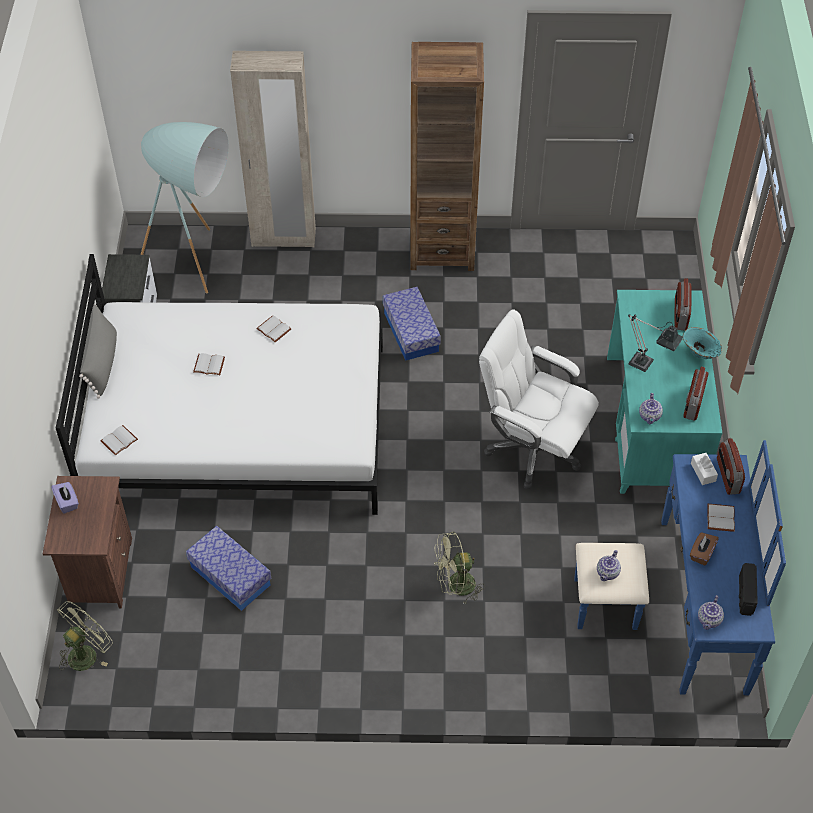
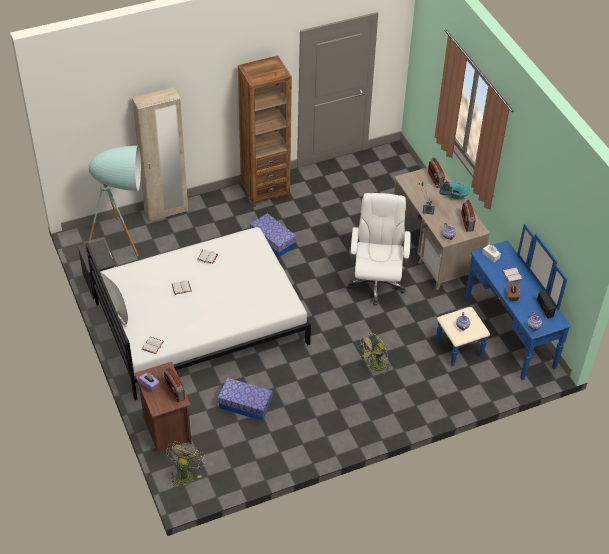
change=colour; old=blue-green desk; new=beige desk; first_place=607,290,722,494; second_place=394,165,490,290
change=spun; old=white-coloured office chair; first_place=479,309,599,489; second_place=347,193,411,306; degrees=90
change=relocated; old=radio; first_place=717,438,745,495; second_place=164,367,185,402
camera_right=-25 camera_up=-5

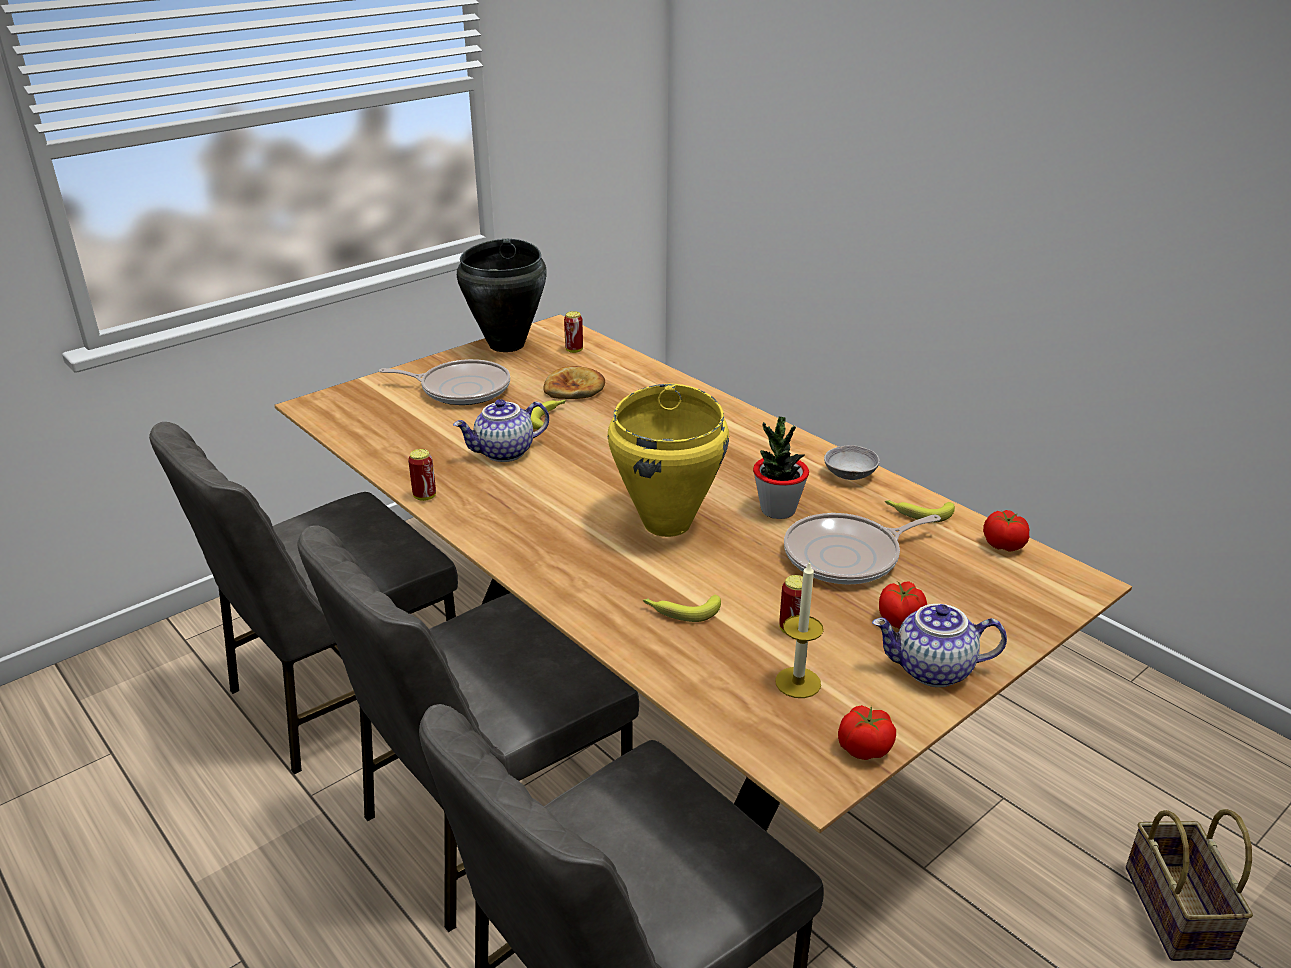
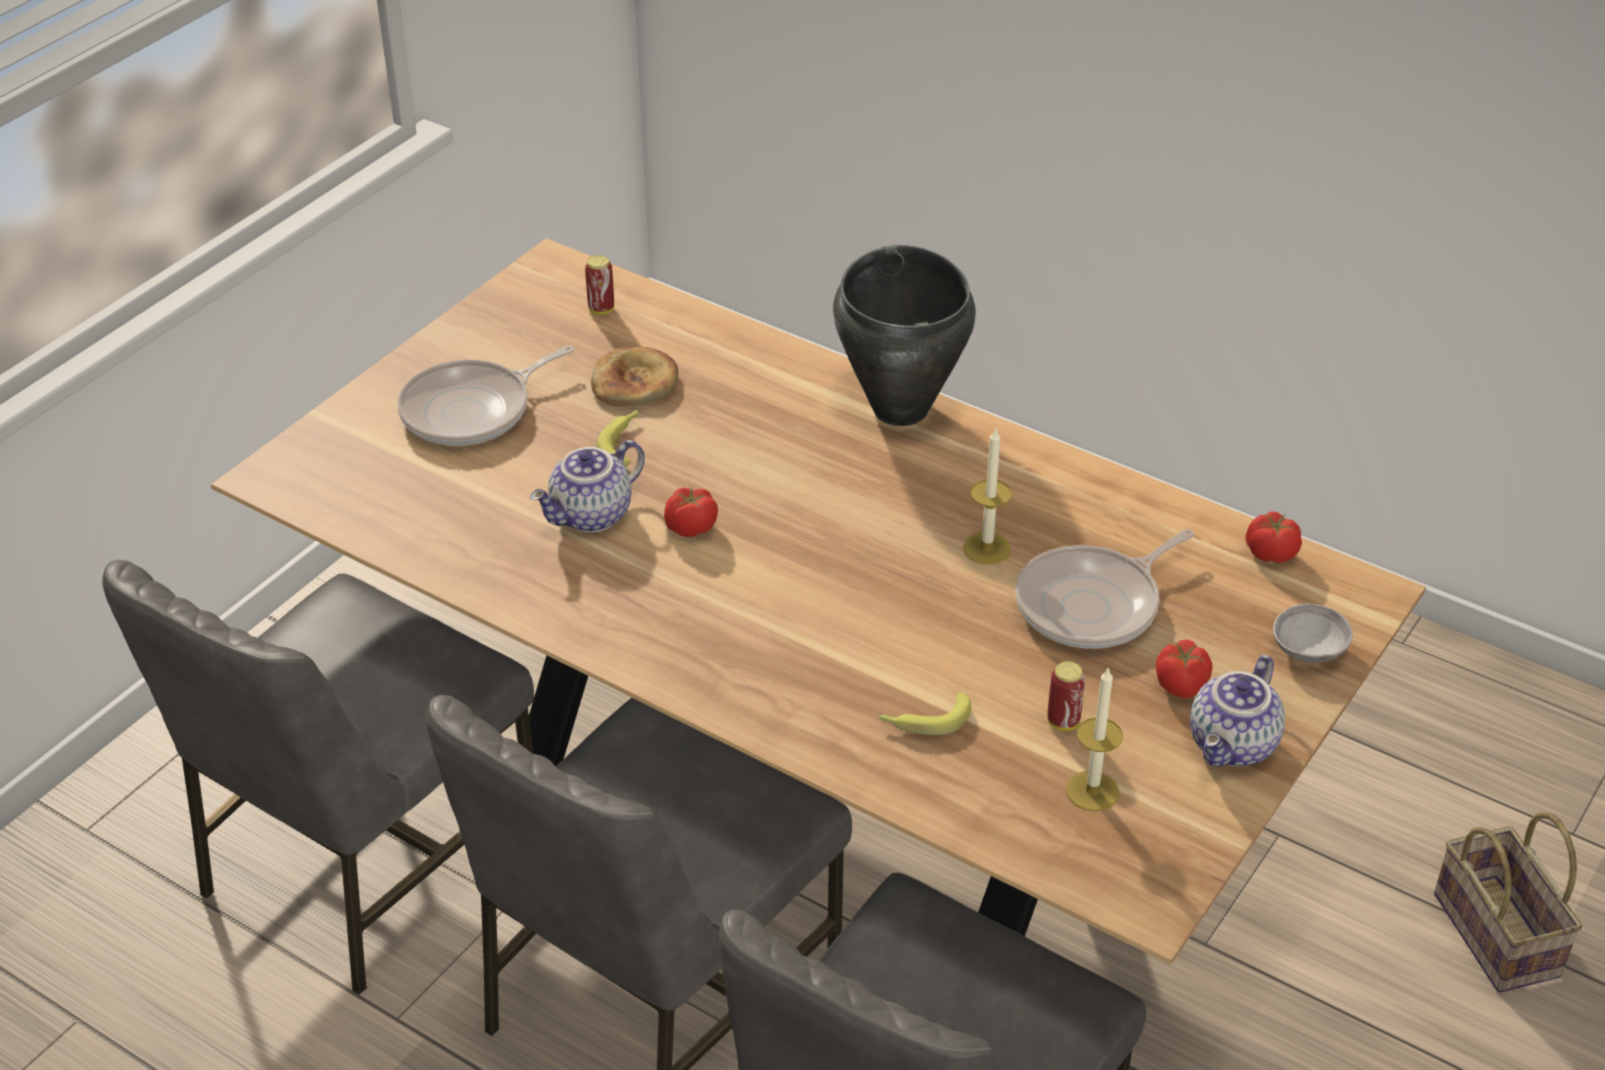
change=relocated; old=black-coloured saucepot; first_place=457,239,547,352; second_place=833,245,976,426
change=spun; old=skillet; first_place=379,359,510,405; second_place=397,346,574,446; degrees=150
change=missing; old=yellow-coloured saucepot; first_place=608,384,729,537
change=exchanged; old=houseplant; new=candle; first_place=753,416,809,519; second_place=963,429,1012,565
change=relocated; old=greyish bowl; first_place=824,445,880,480; second_place=1273,603,1353,663
change=missing; old=metal can; first_place=408,449,436,501
change=missing; old=whole banana; first_place=885,500,955,522
change=spun; old=tea pot; first_place=872,604,1007,687; second_place=1190,655,1285,767; degrees=-45
change=relocated; old=fresh tomato; first_place=838,705,896,760; second_place=664,487,718,537
camera_right=-15 camera_up=10

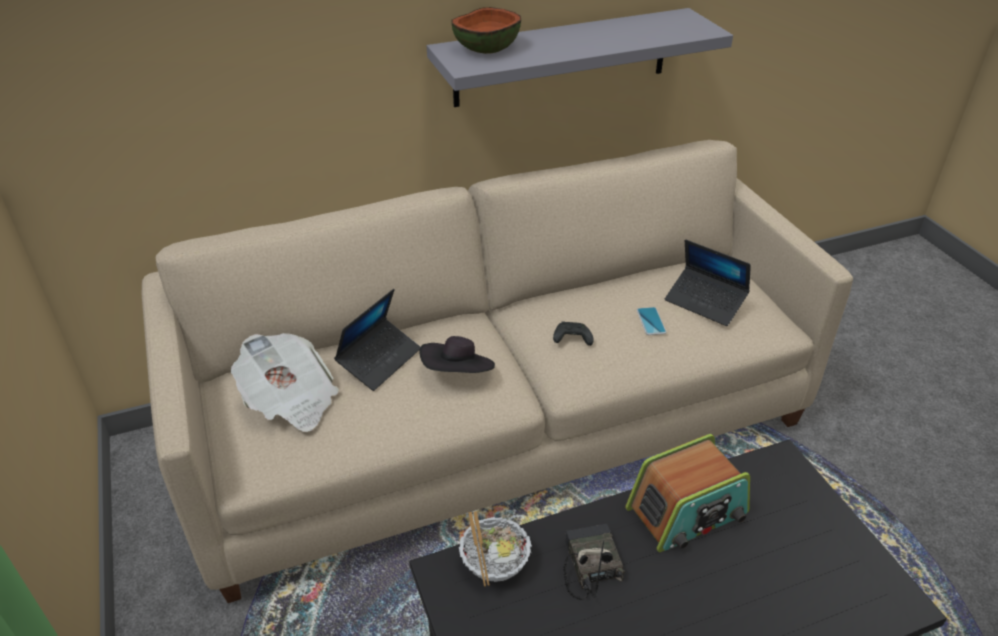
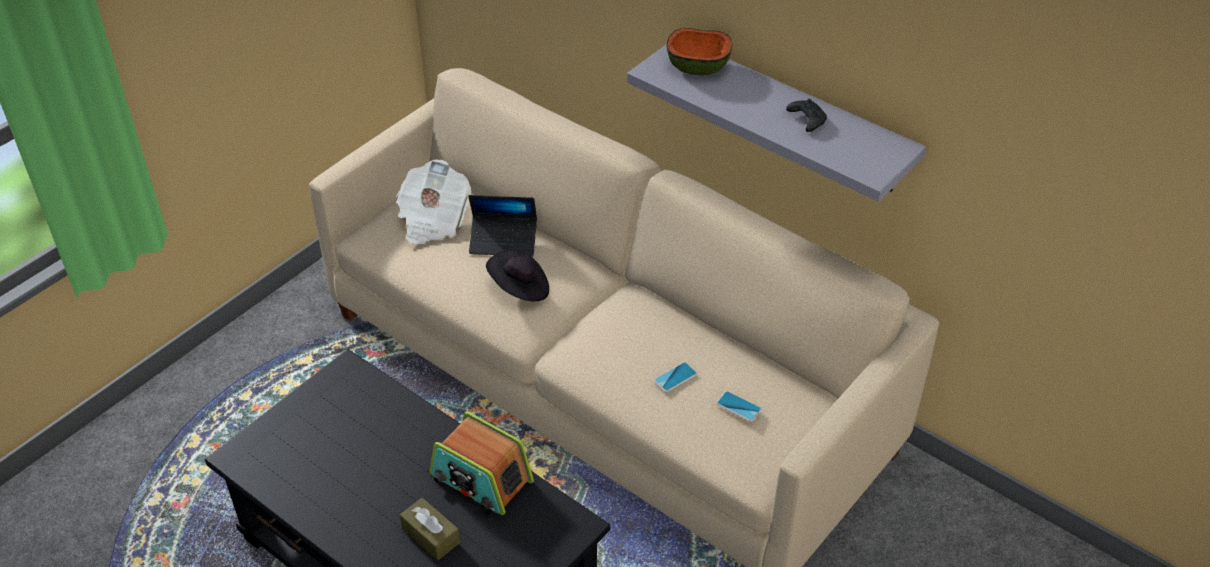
change=exchanged; old=laptop; new=handset; first_place=665,239,751,326; second_place=716,391,762,422
change=relocated; old=black-coloured joypad; first_place=553,321,594,346; second_place=786,99,827,132
change=missing; old=bowl; first_place=459,511,532,587
change=missing; old=radio; first_place=564,524,625,600
change=appeared; new=brownish box of tissues; second_place=400,498,460,560
camera_right=60 camera_up=5

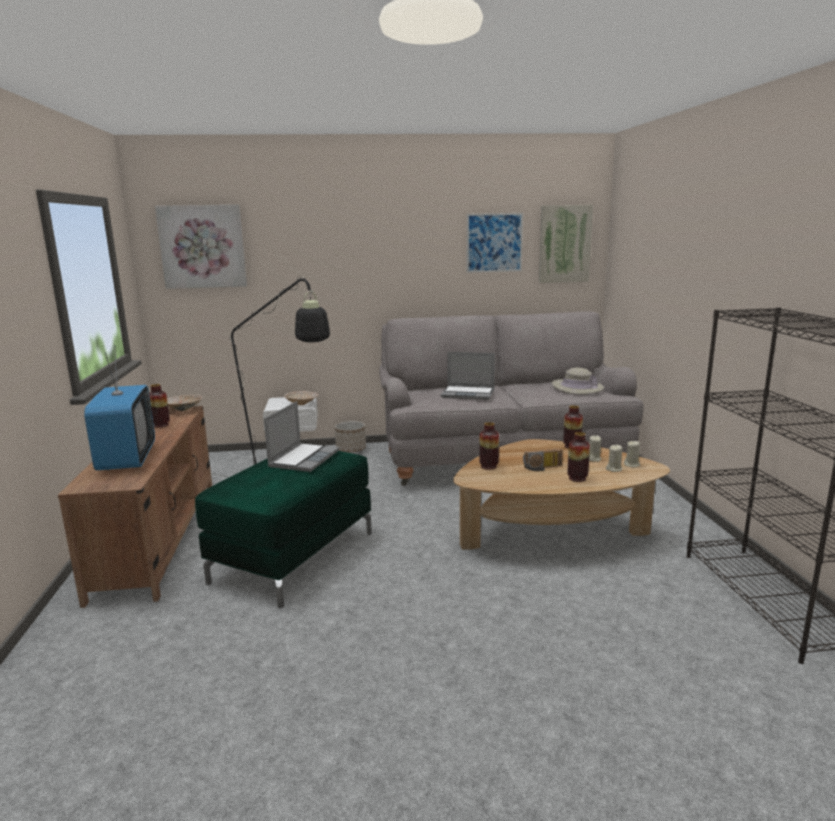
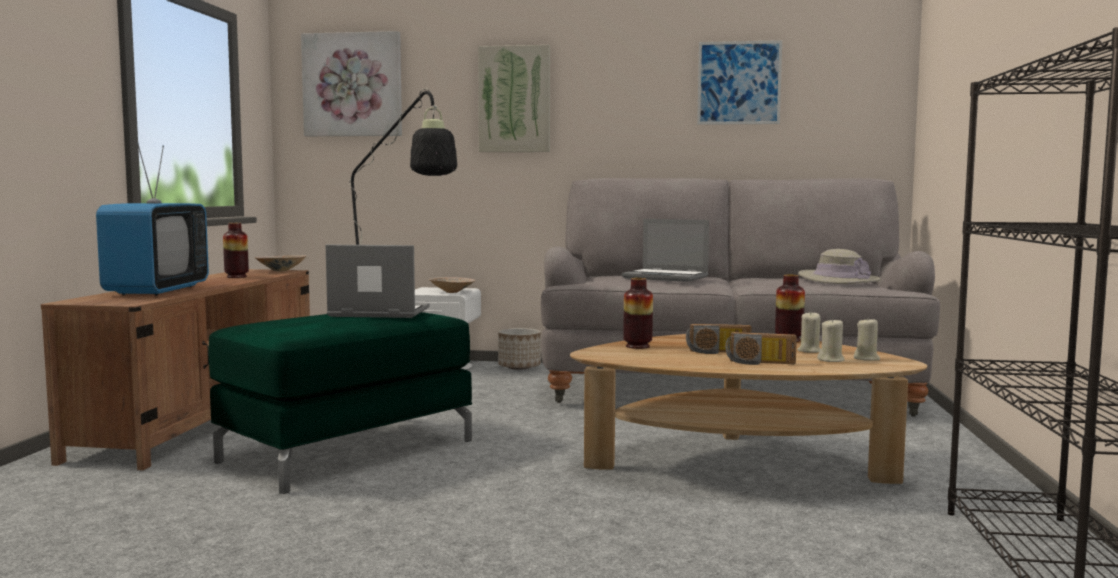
change=relocated; old=picture; first_place=539,205,593,283; second_place=478,45,550,152
change=spun; old=laptop; first_place=264,401,339,472; second_place=325,245,430,318; degrees=-120
change=exchanged; old=vase; new=radio; first_place=567,432,590,482; second_place=725,332,797,365
camera_right=15 camera_up=-10

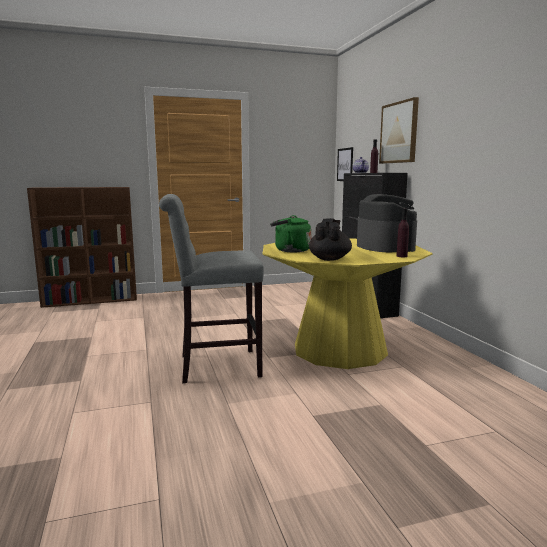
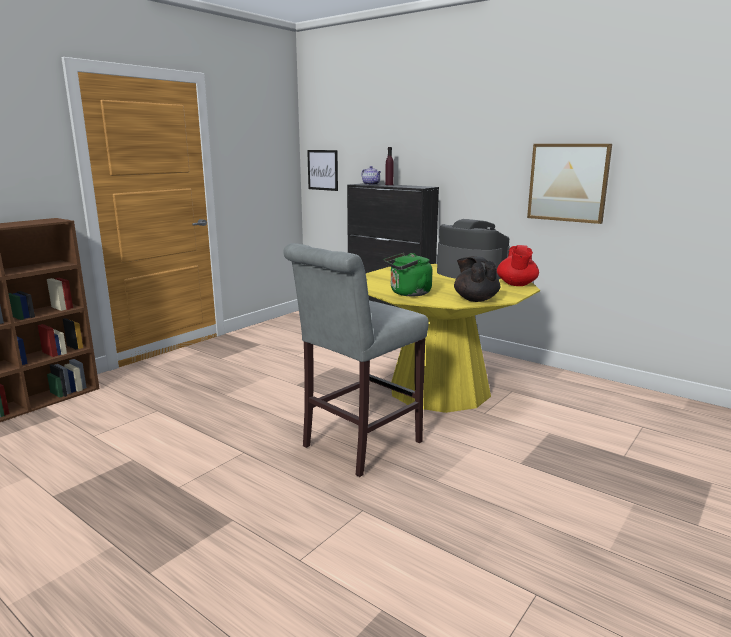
change=relocated; old=picture; first_place=379,97,419,164; second_place=527,144,612,224
change=exchanged; old=purple-coloured beverage bottle; new=reddish tea pot; first_place=396,209,409,257; second_place=497,245,539,286
camera_right=-35 camera_up=5

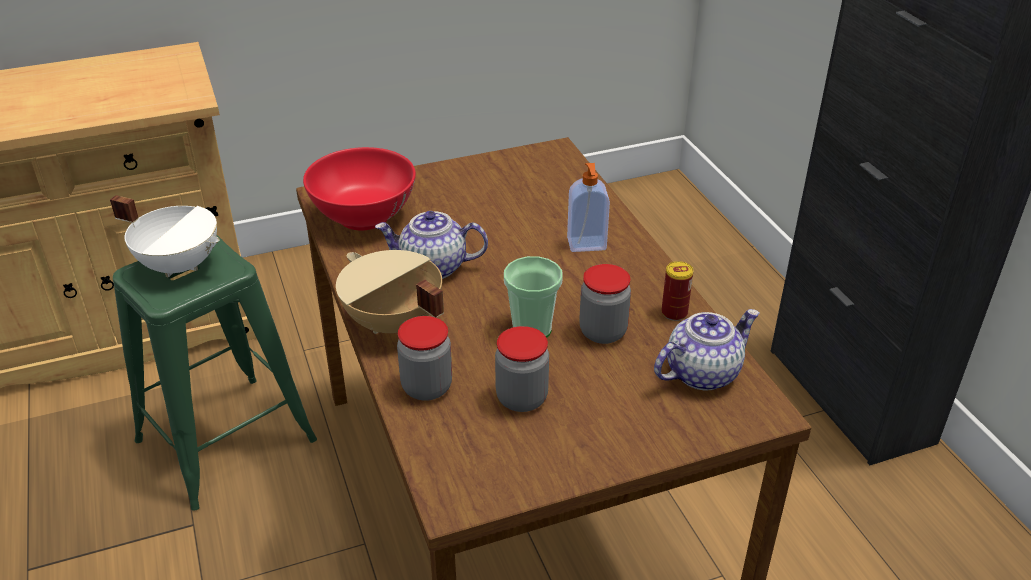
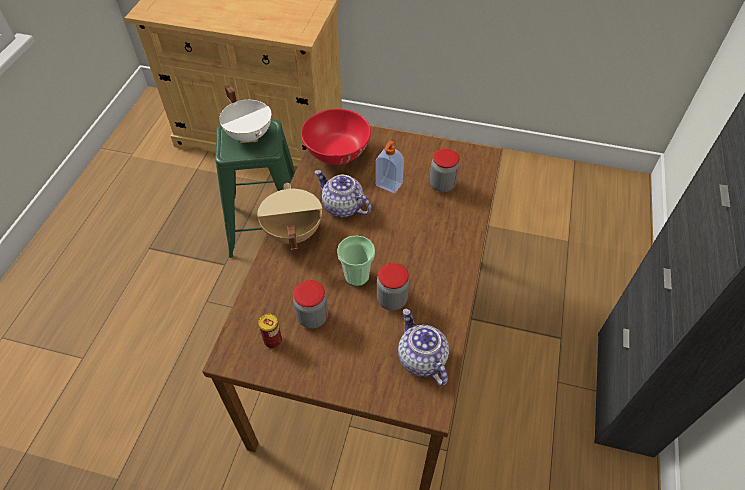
change=relocated; old=soap dispenser; first_place=567,163,610,252; second_place=376,140,404,193
change=relocated; old=metal can; first_place=662,261,694,321; second_place=258,314,282,348
change=spun; old=tea pot; first_place=654,309,759,390; second_place=398,309,449,386; degrees=-120
change=relocated; old=storage jar; first_place=397,316,452,401; second_place=430,148,459,192
camera_right=35 camera_up=15

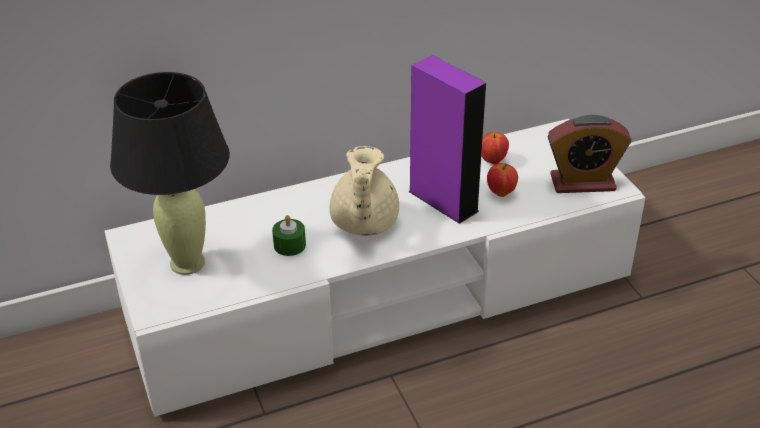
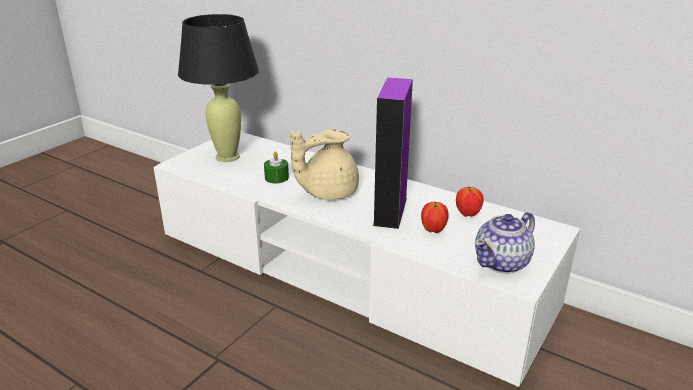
change=exchanged; old=table clock; new=tea pot; first_place=548,115,631,193; second_place=475,212,535,274
camera_right=55 camera_up=-10

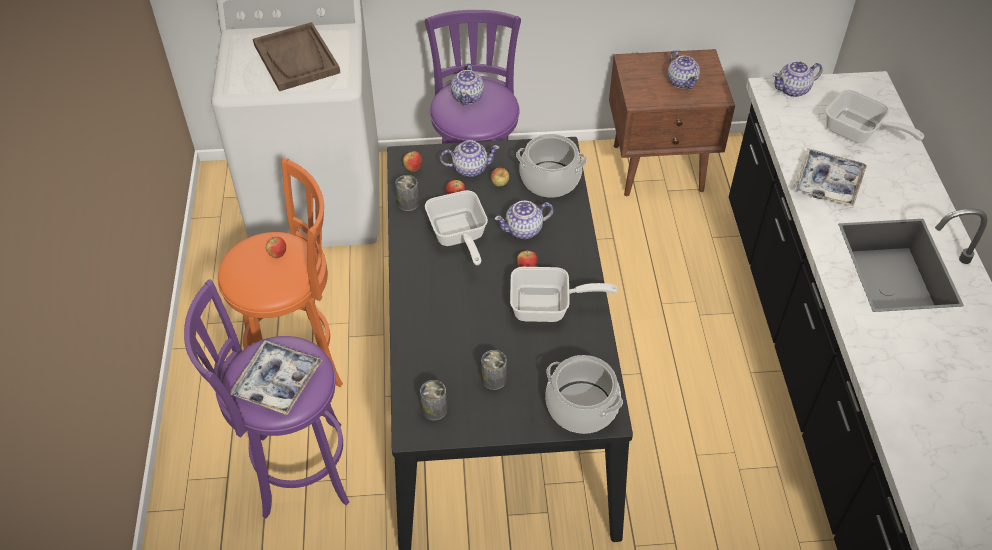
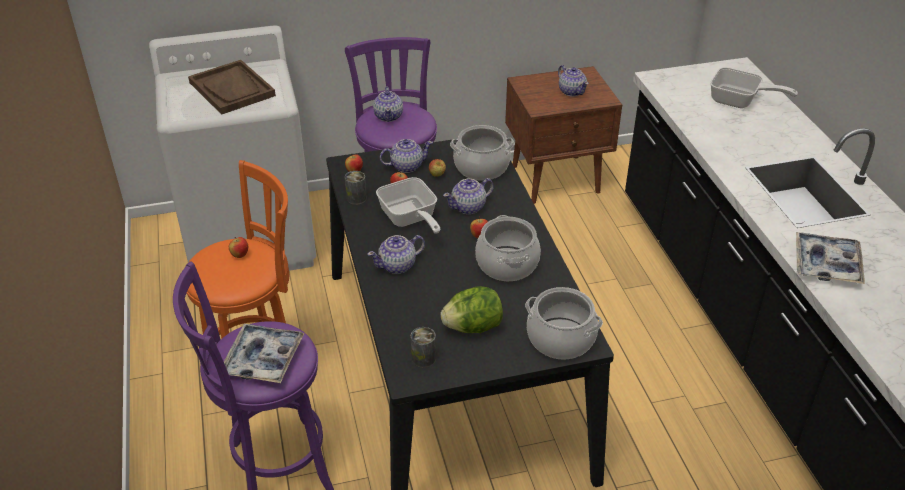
change=relocated; old=tea pot; first_place=772,61,822,97; second_place=367,235,425,274
change=relocated; old=serving tray; first_place=793,148,867,207; second_place=796,232,865,284
change=exchanged; old=skillet; new=saucepot; first_place=510,267,617,322; second_place=475,215,541,281
change=exchanged; old=metal can; new=lettuce head; first_place=481,350,507,390; second_place=440,286,503,333
camera_right=-10 camera_up=-10

